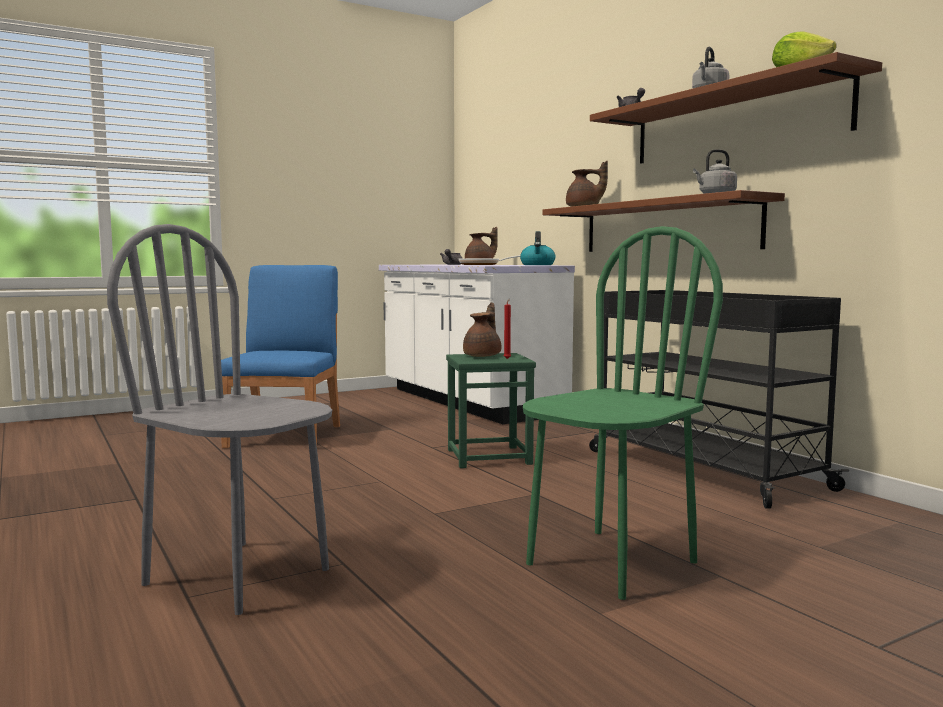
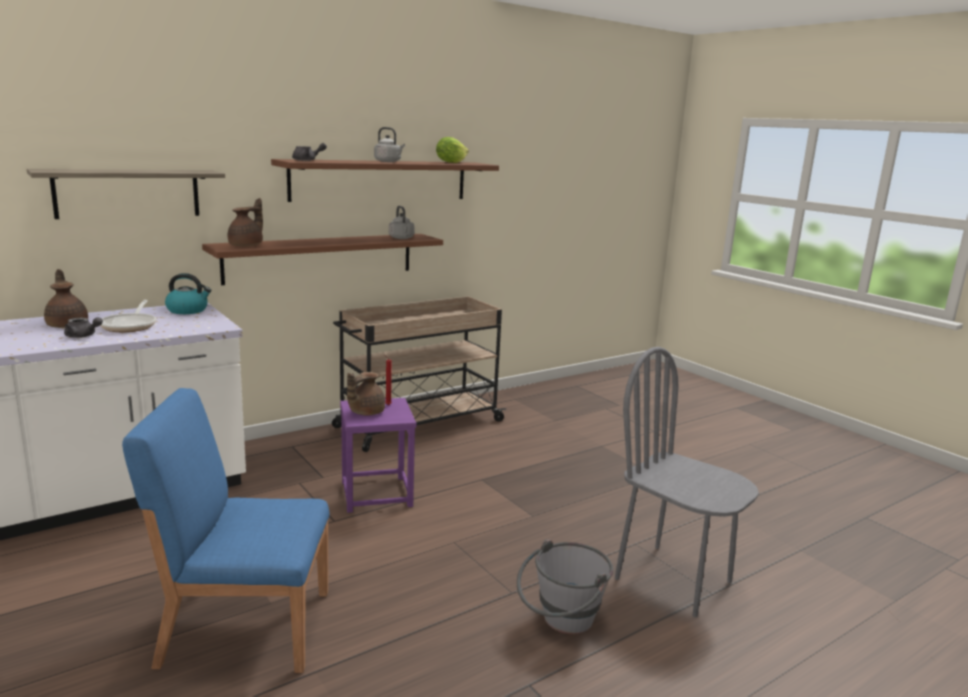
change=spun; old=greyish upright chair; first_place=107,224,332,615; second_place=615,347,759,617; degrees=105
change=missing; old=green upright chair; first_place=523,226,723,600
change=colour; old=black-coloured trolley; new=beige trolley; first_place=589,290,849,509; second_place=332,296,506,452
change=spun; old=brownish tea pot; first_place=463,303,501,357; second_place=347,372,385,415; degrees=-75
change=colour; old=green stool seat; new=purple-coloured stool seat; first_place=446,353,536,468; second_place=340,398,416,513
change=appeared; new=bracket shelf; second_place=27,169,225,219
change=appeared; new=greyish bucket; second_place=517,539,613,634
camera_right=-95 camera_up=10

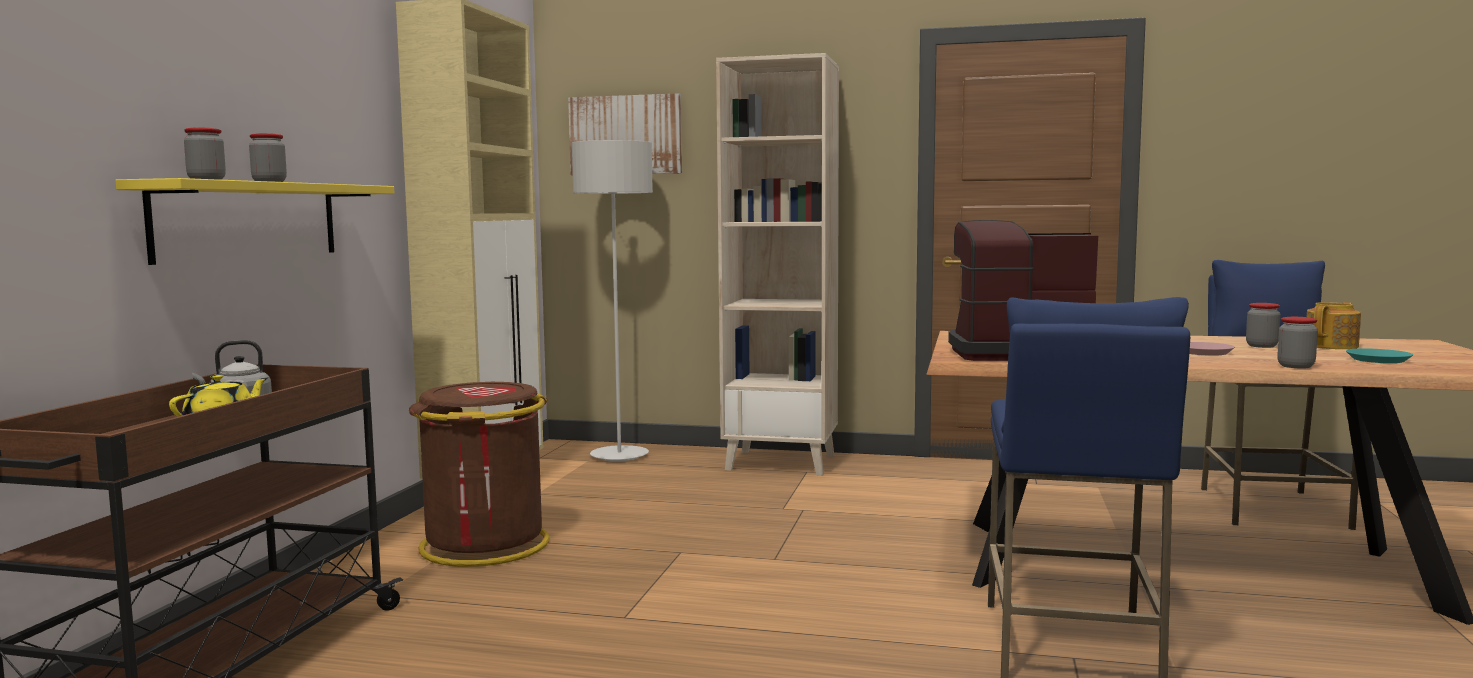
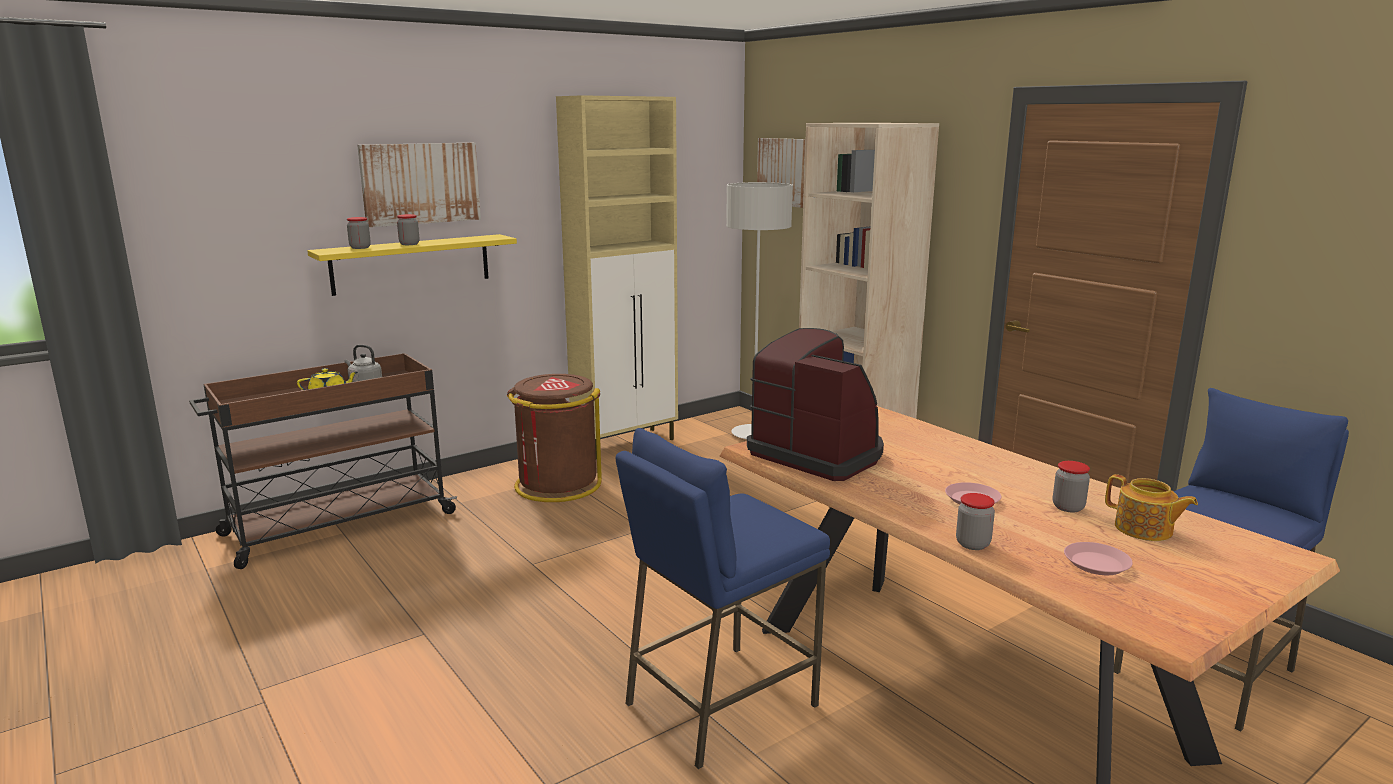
change=spun; old=tea pot; first_place=1306,302,1361,349; second_place=1105,474,1198,541; degrees=45
change=colour; old=blue-green flat dish; new=pink flat dish; first_place=1346,348,1413,363; second_place=1064,542,1133,575
change=appeared; new=picture; second_place=357,143,481,227
camera_right=40 camera_up=10

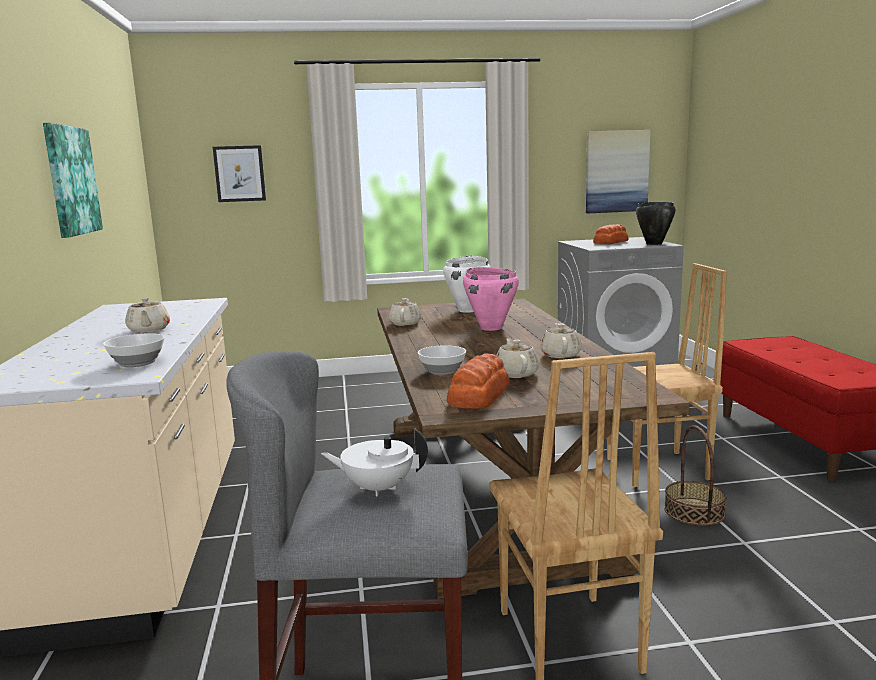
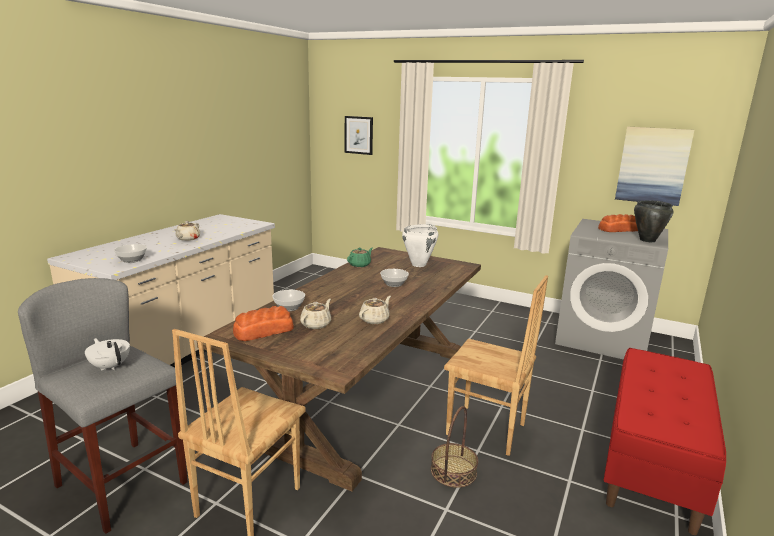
change=missing; old=picture; first_place=43,123,103,238
change=exchanged; old=pink saucepot; new=bowl; first_place=463,267,519,331; second_place=380,269,409,287
change=colour; old=beige tea pot; new=green tea pot; first_place=389,298,421,326; second_place=347,248,373,267
camera_right=35 camera_up=5

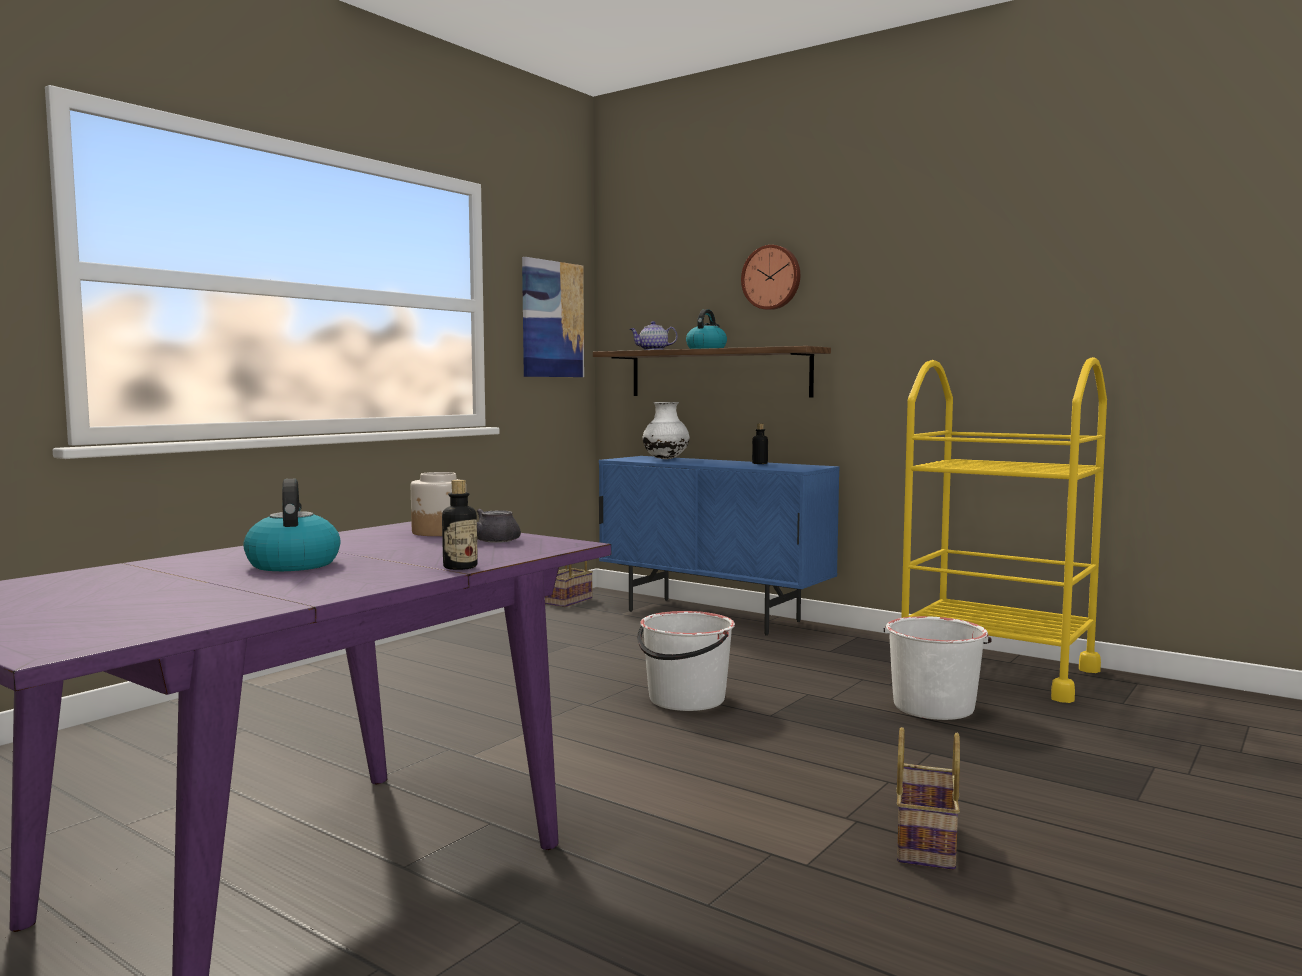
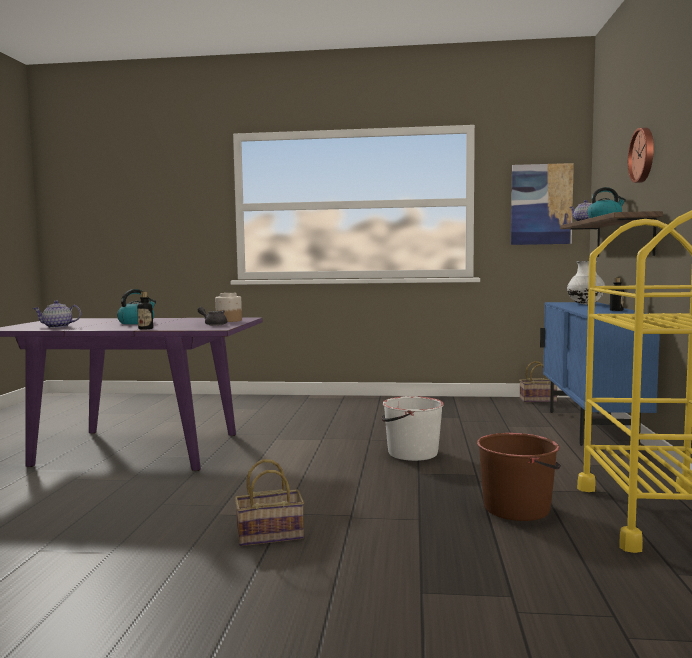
change=colour; old=white-coloured bucket; new=brownish bucket; first_place=884,616,992,720; second_place=477,433,561,521
change=appeared; new=tea pot; second_place=33,300,81,328
camera_right=60 camera_up=0

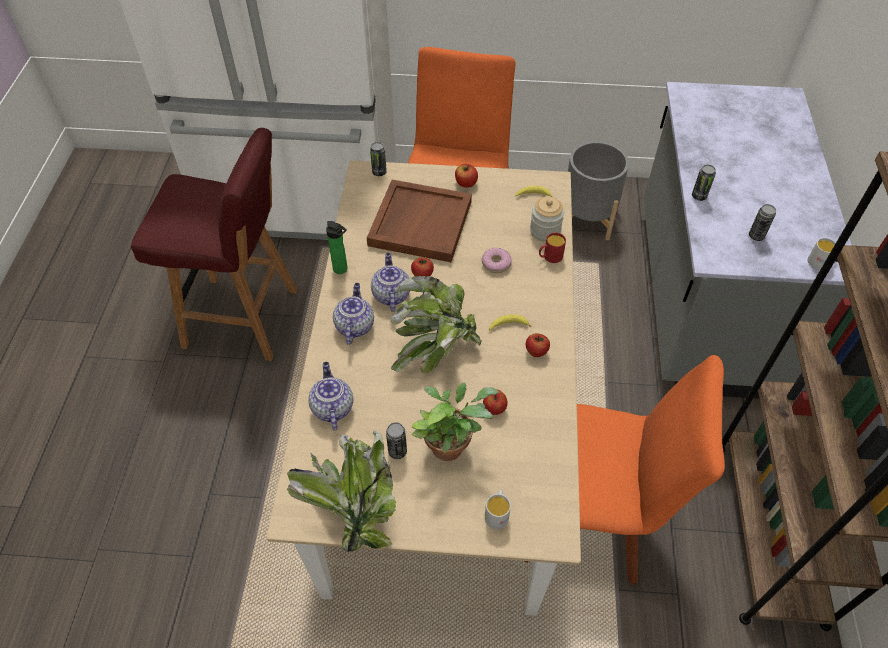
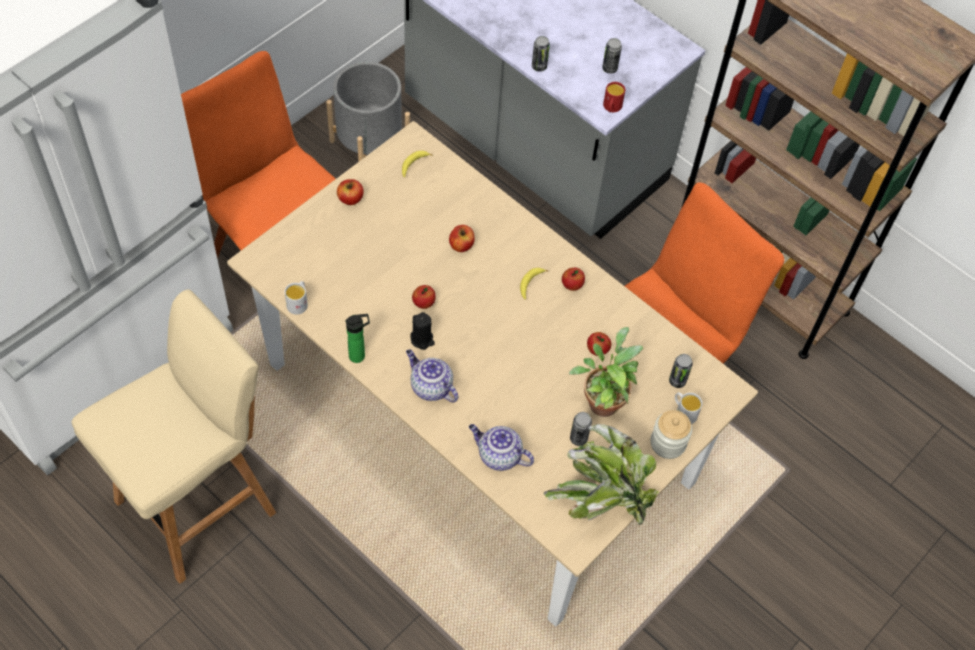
change=colour; old=reddish stool seat; new=beige stool seat; first_place=131,128,297,361; second_place=72,289,276,584
change=relocated; old=metal can; first_place=370,142,387,176; second_place=669,354,693,388
change=missing; old=brownish serving tray; first_place=367,180,472,262
change=relocated; old=storage jar; first_place=530,197,564,242; second_place=650,410,692,459
change=relocated; old=reddish coffee mug; first_place=539,233,566,263; second_place=603,82,625,112
change=relocated; old=white-coloured coffee mug; first_place=808,238,836,270; second_place=285,281,308,315
change=exchanged; old=doughnut; new=apple; first_place=481,247,512,273; second_place=449,225,475,252
change=exchanged; old=tea pot; new=black-coloured candle; first_place=371,253,410,312; second_place=411,312,435,350
change=missing; old=houseplant; first_place=391,276,482,374
camera_right=-55 camera_up=5

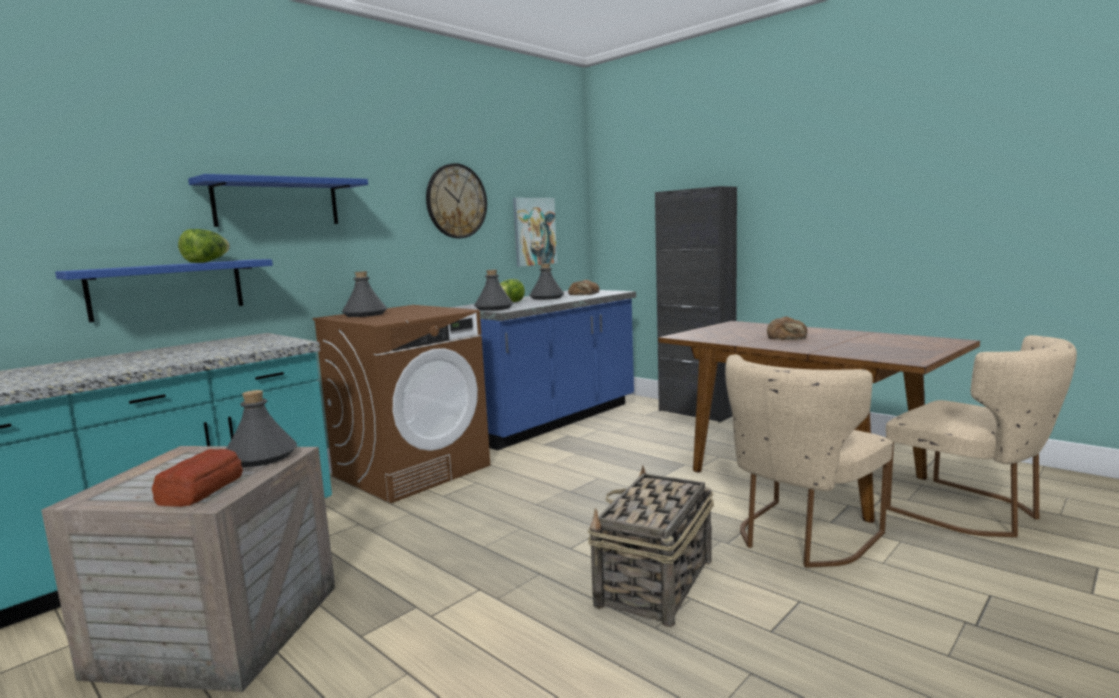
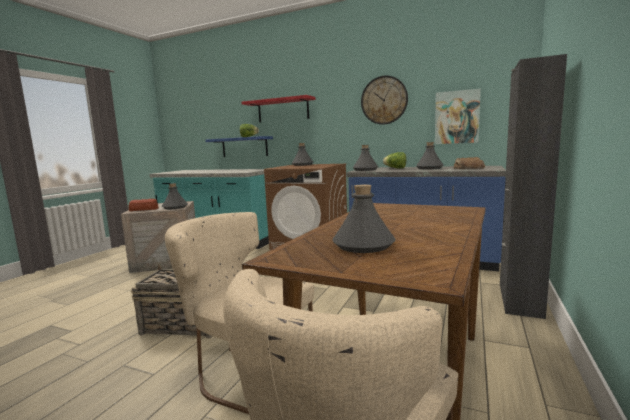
change=colour; old=bluish bracket shelf; new=reddish bracket shelf; first_place=188,174,368,227; second_place=242,95,315,123
change=missing; old=baked bread; first_place=767,316,807,340
change=appeared; new=greyish beverage bottle; second_place=332,184,395,253
camera_right=70 camera_up=0

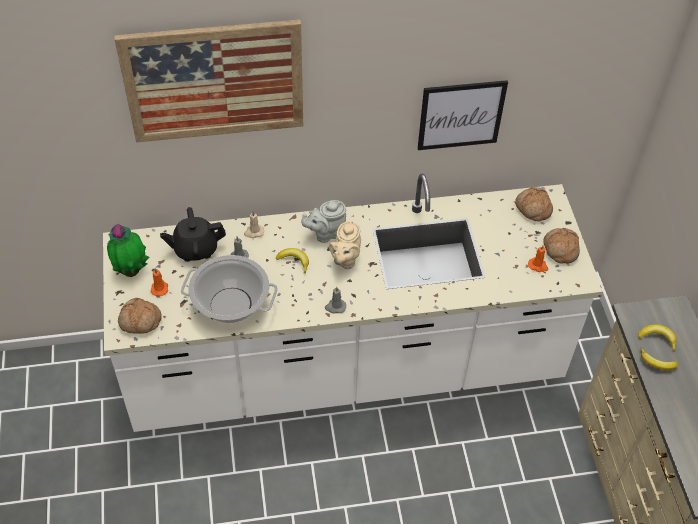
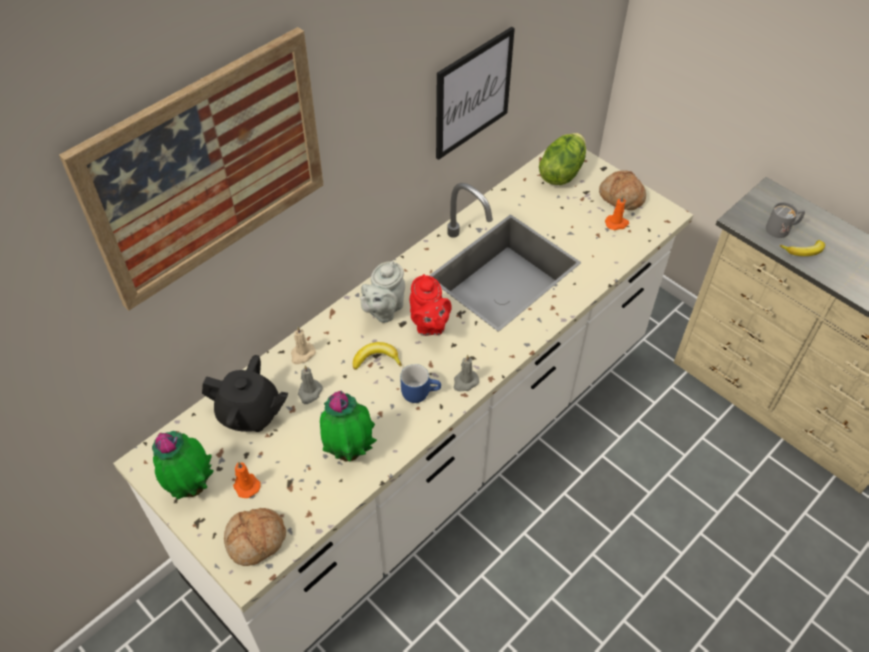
change=exchanged; old=baked bread; new=lettuce head; first_place=515,187,553,222; second_place=539,133,586,185
change=spun; old=black-coloured tea pot; first_place=160,207,226,262; second_place=202,355,288,432; degrees=-120
change=colour; old=beige tea pot; new=reddish tea pot; first_place=329,221,361,269; second_place=410,274,452,336
change=exchanged; old=saucepot; new=houseplant; first_place=181,255,278,323; second_place=320,391,377,462
change=exchanged; old=whole banana; new=greyish coffee mug; first_place=638,324,677,352; second_place=766,202,805,238
change=appeared; new=bluish coffee mug; second_place=400,364,441,403
camera_right=-35 camera_up=0

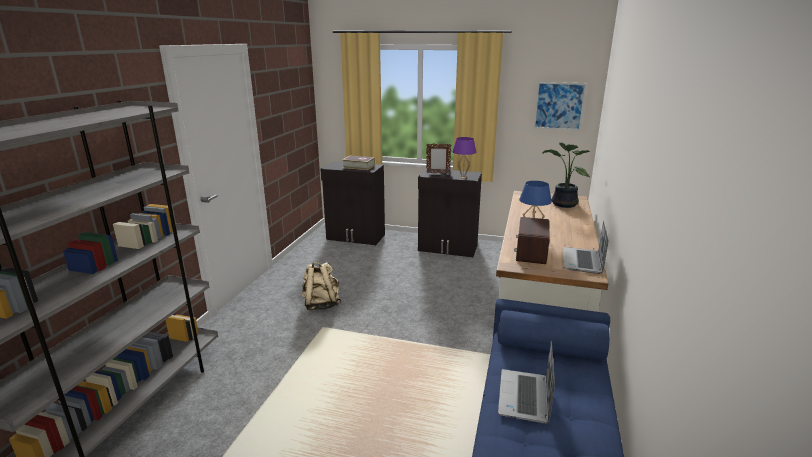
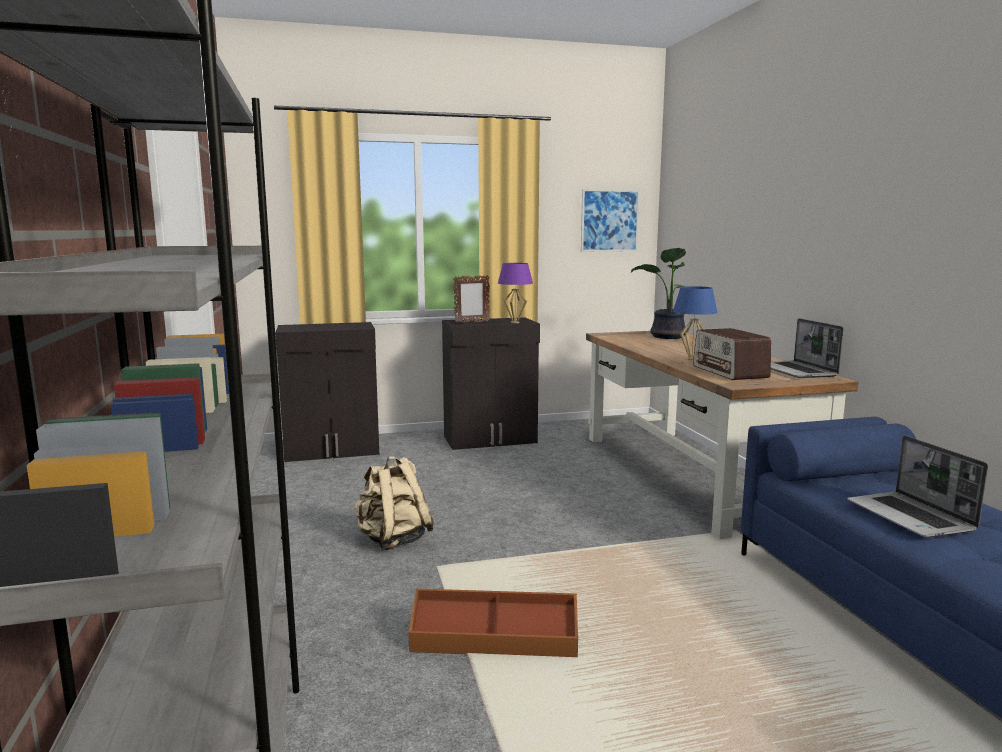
change=missing; old=book; first_place=342,155,375,170
change=appeared; new=brownish storage box; second_place=408,589,578,657
camera_right=-30 camera_up=-10

